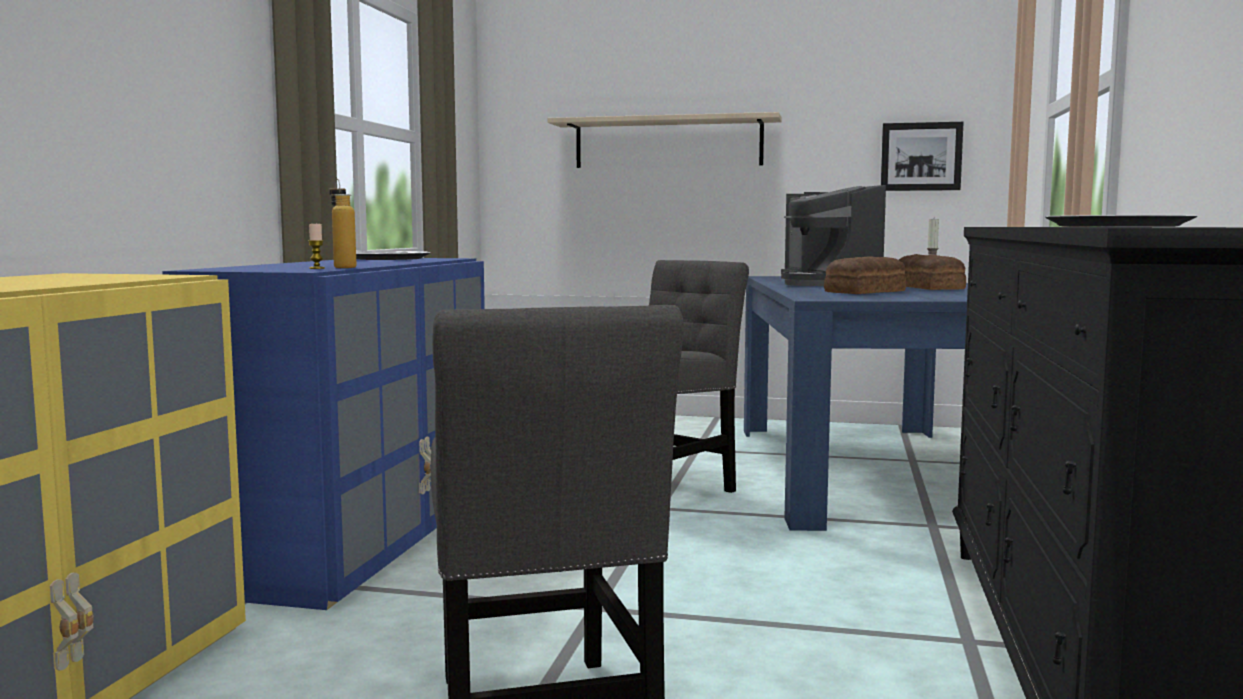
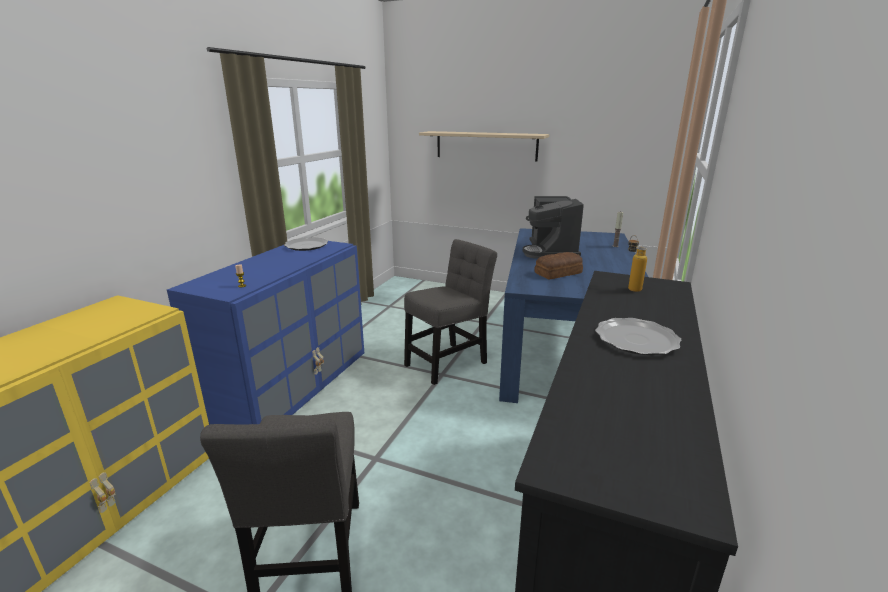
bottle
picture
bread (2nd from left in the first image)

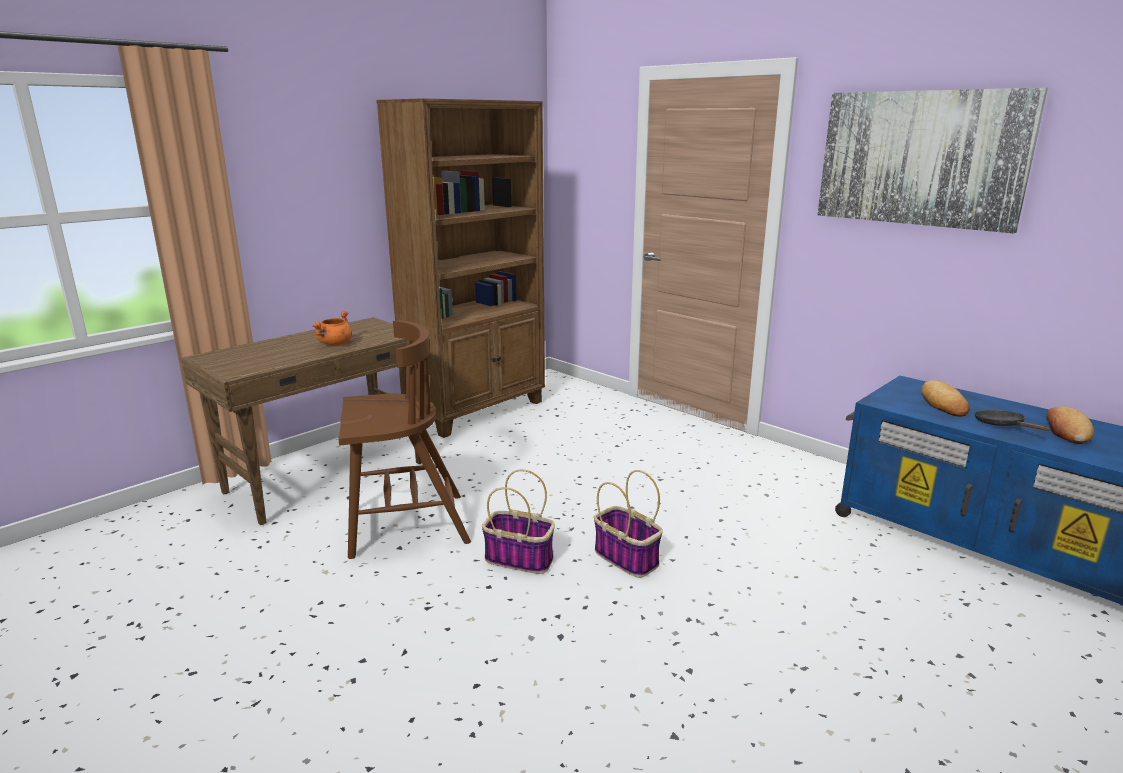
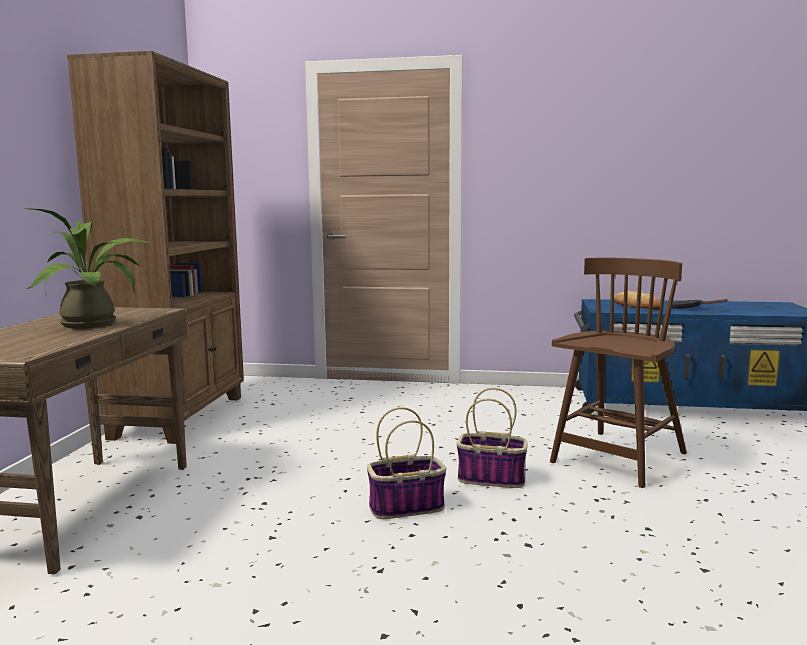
potted_plant
brown_chair
picture
bread (2nd from left in the first image)

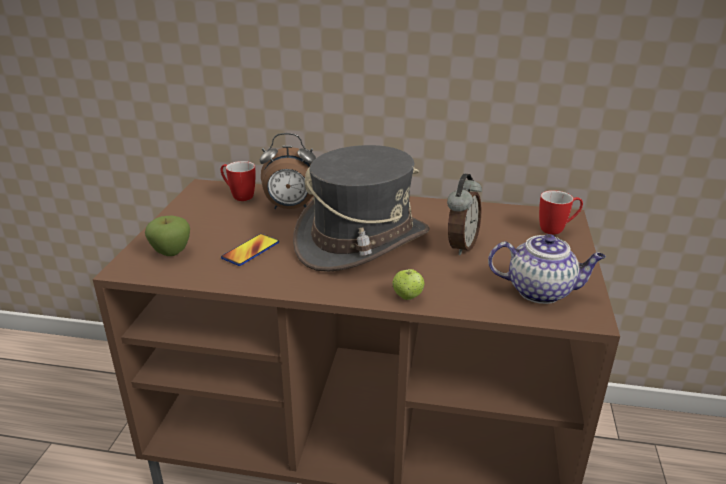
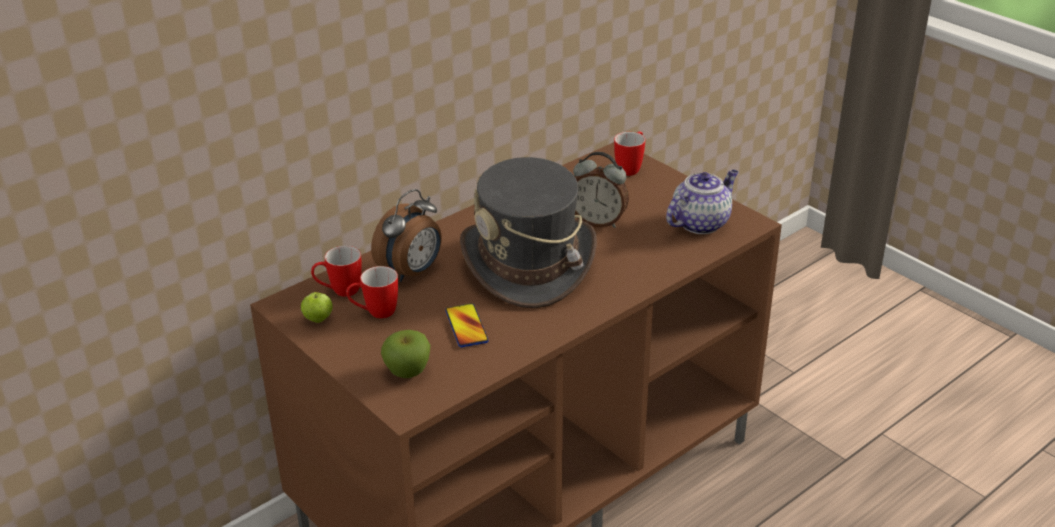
apple (1st from left)
alarm_clock (2nd from left)
mug (2nd from left)

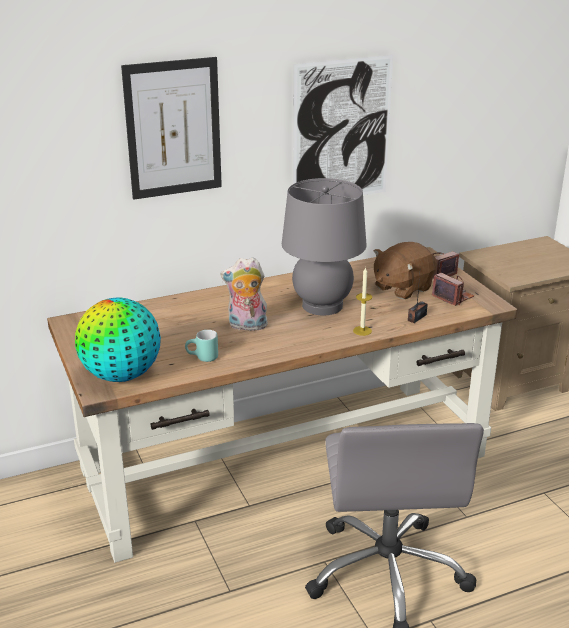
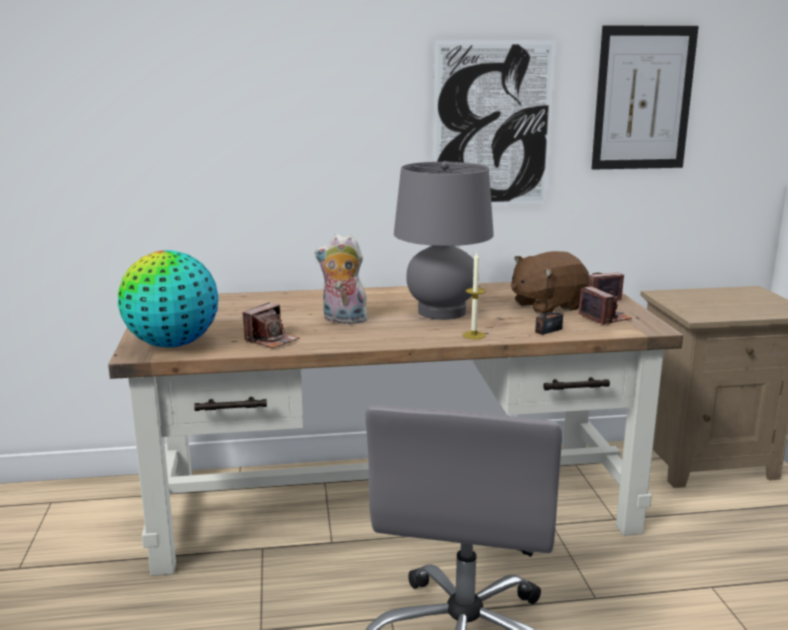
picture (2nd from left)
photo_camera (1st from left)

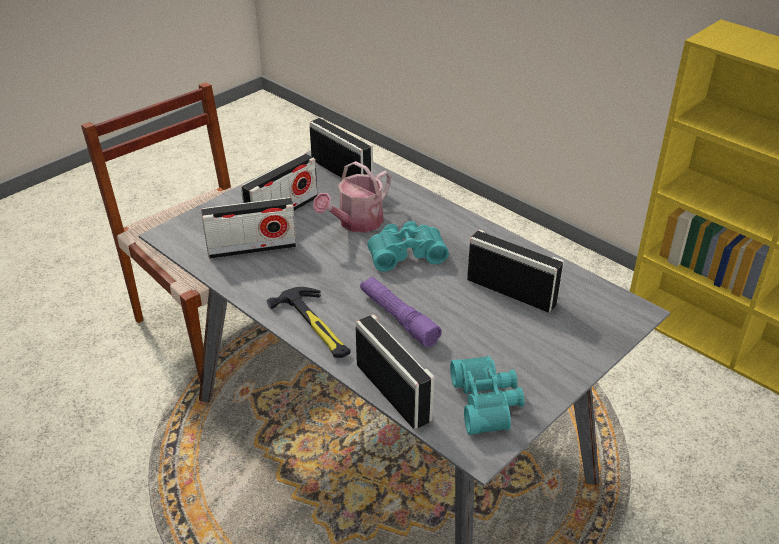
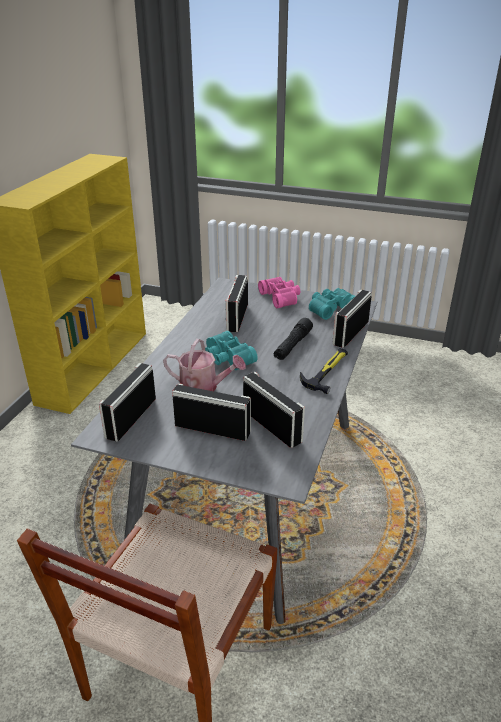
black_flashlight
pink_binoculars

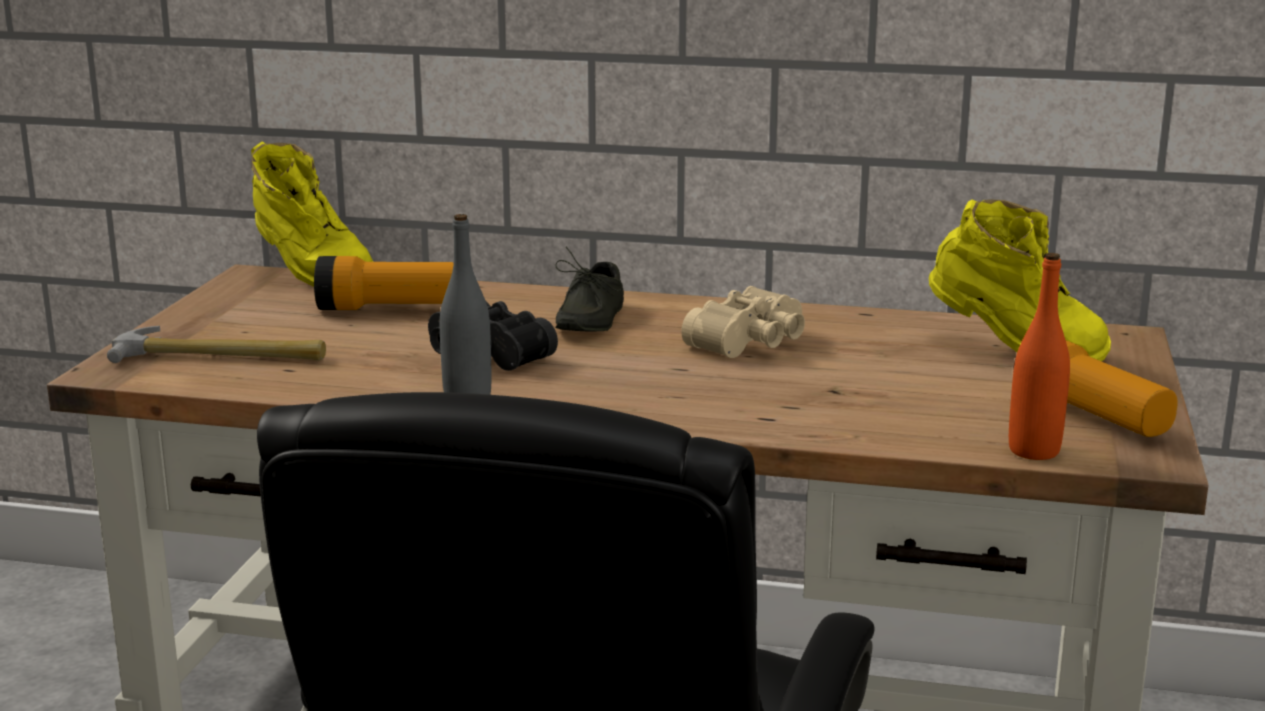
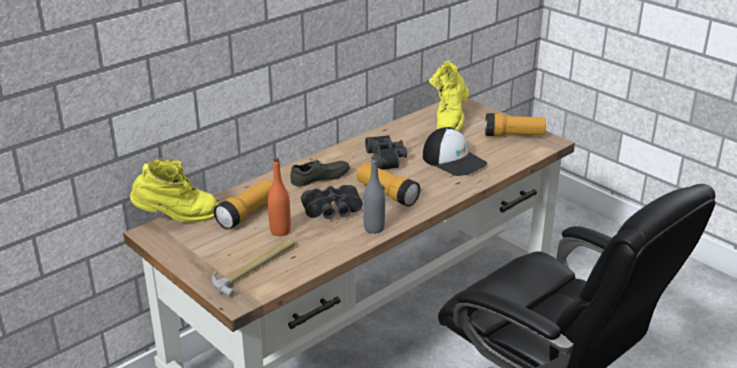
grey_shoe
black_binoculars (2nd from left)
yellow_boot (2nd from left)
orange_bottle
flashlight (2nd from left)
cap

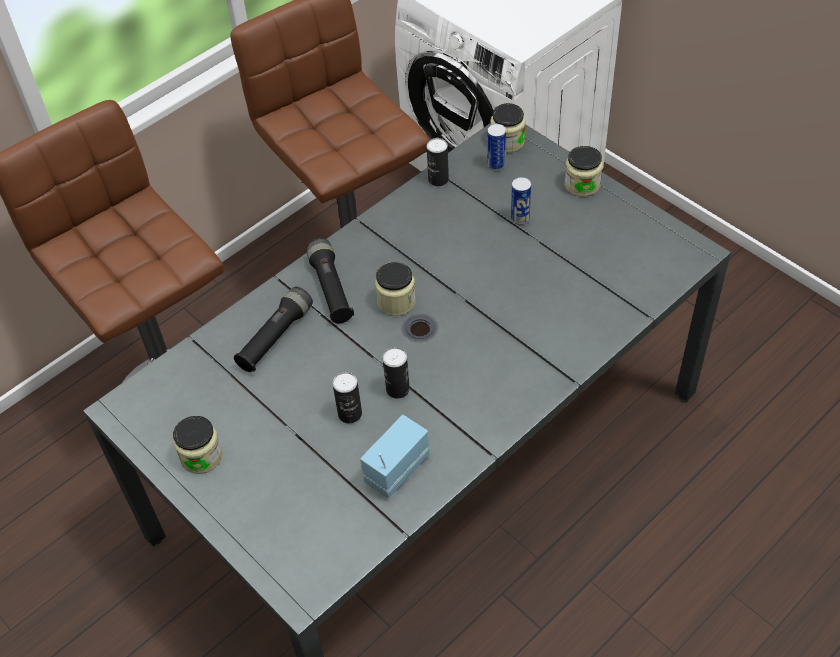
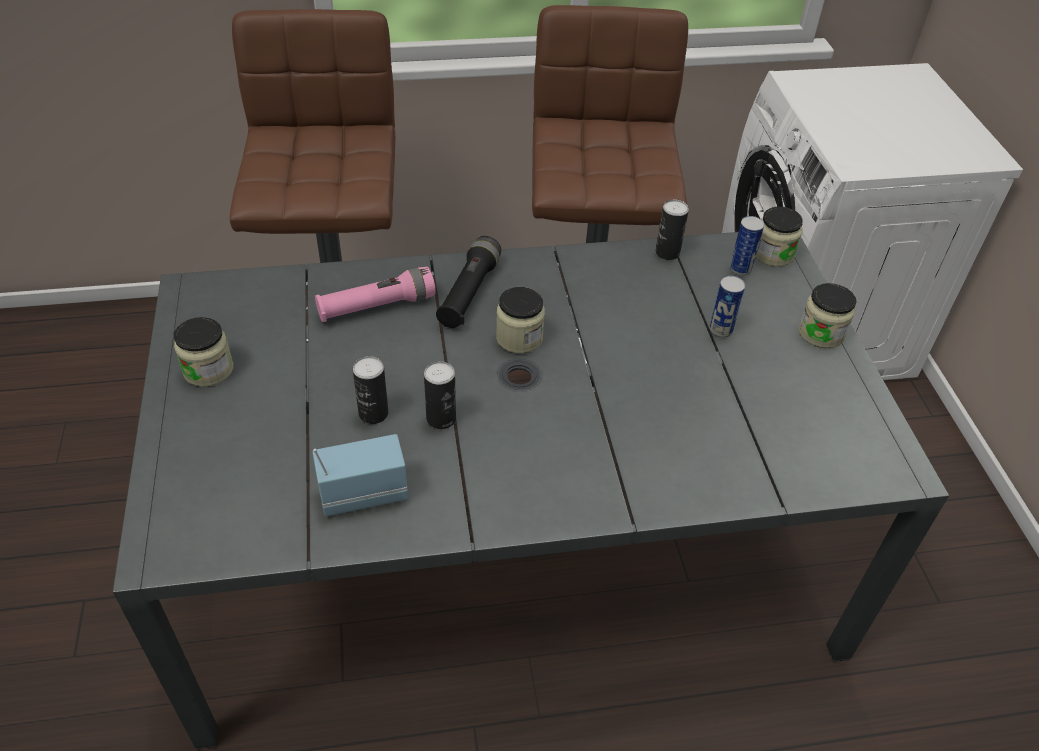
pink_flashlight

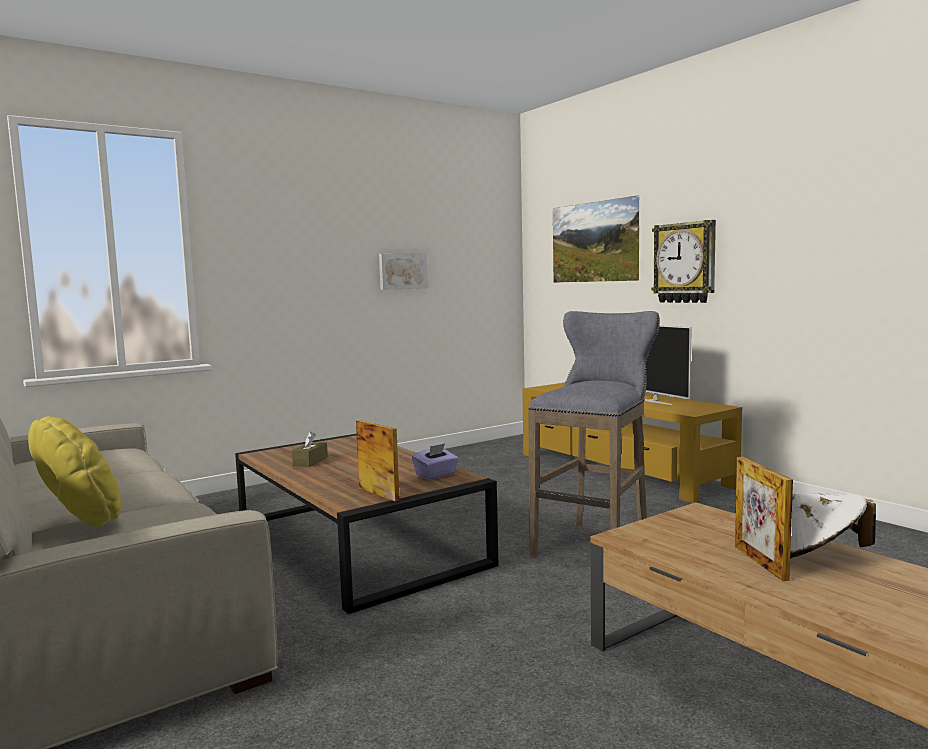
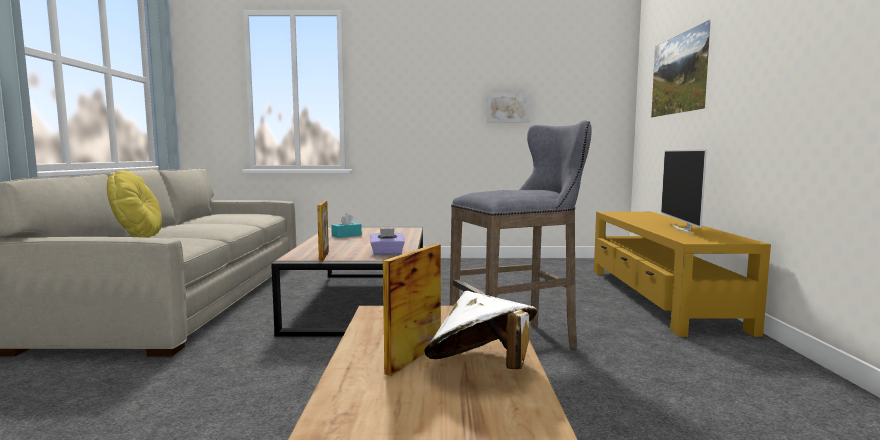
turquoise_tissue_box
wall_clock

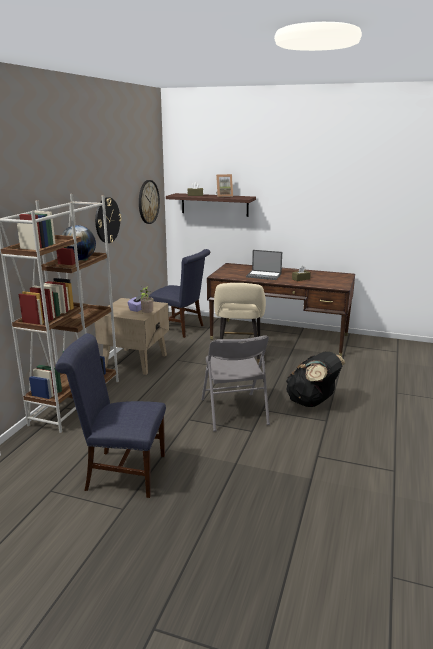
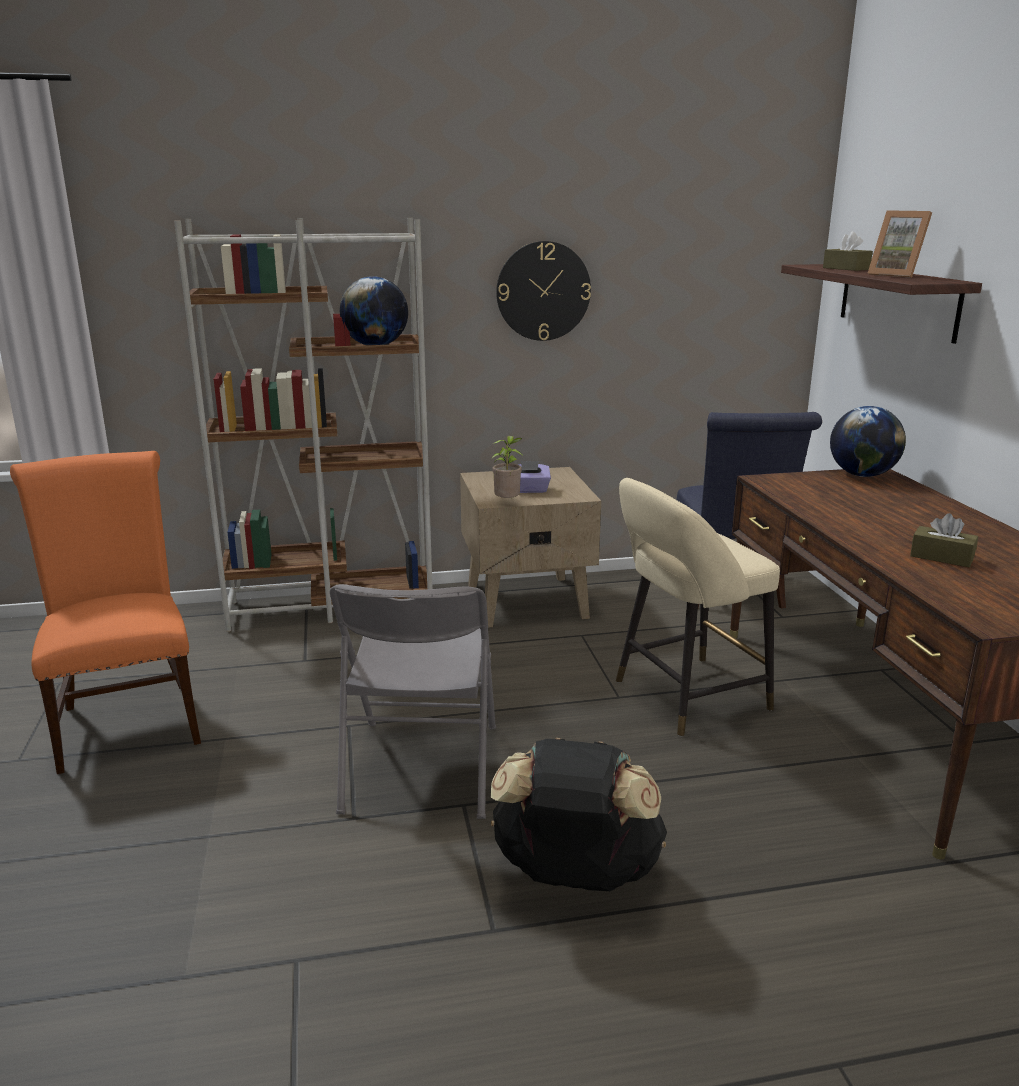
orange_chair
wall_clock (2nd from left in the first image)
grey_chair
laptop
globe (2nd from left)

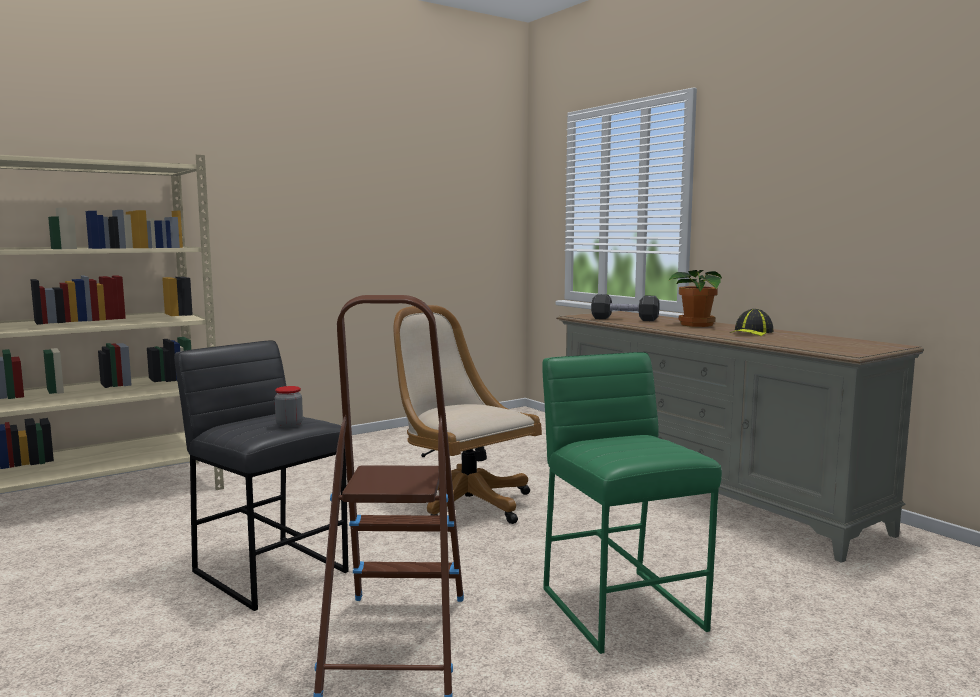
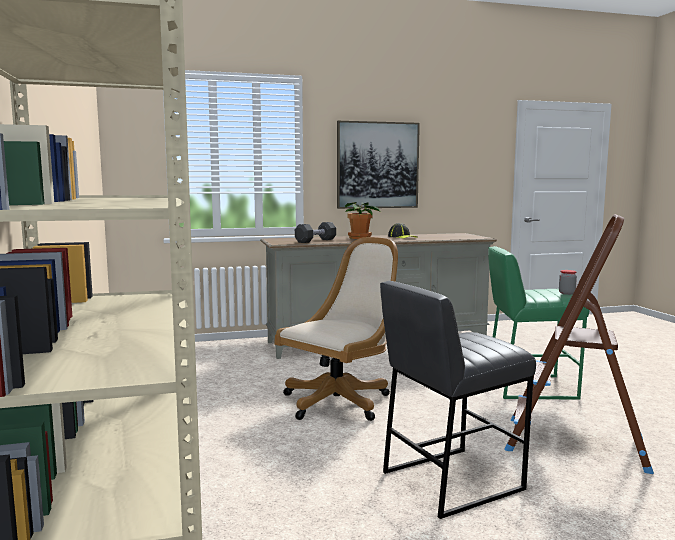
jar
office_chair
picture

